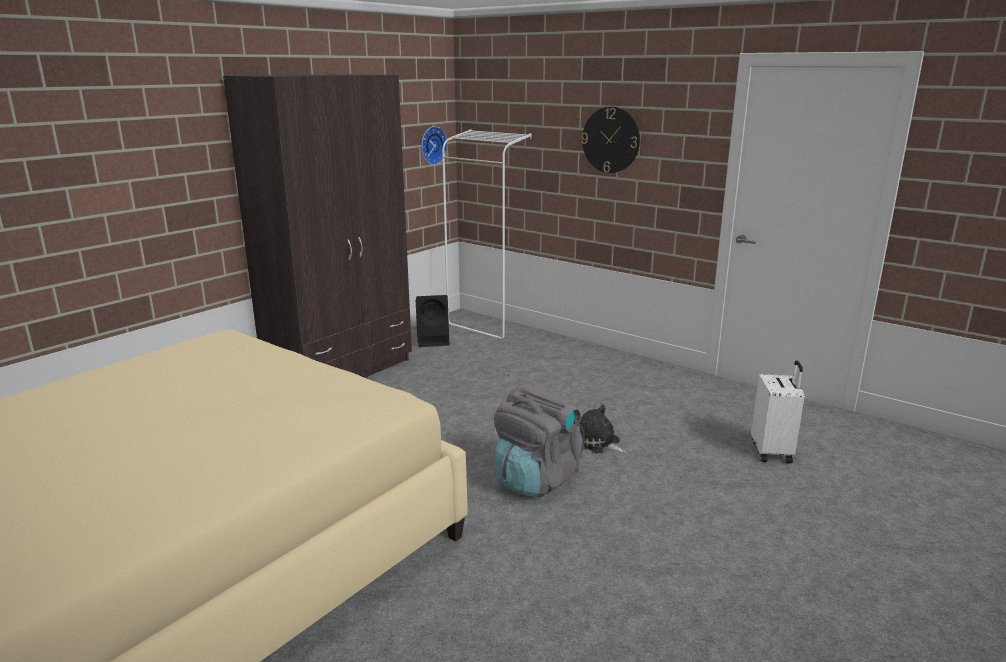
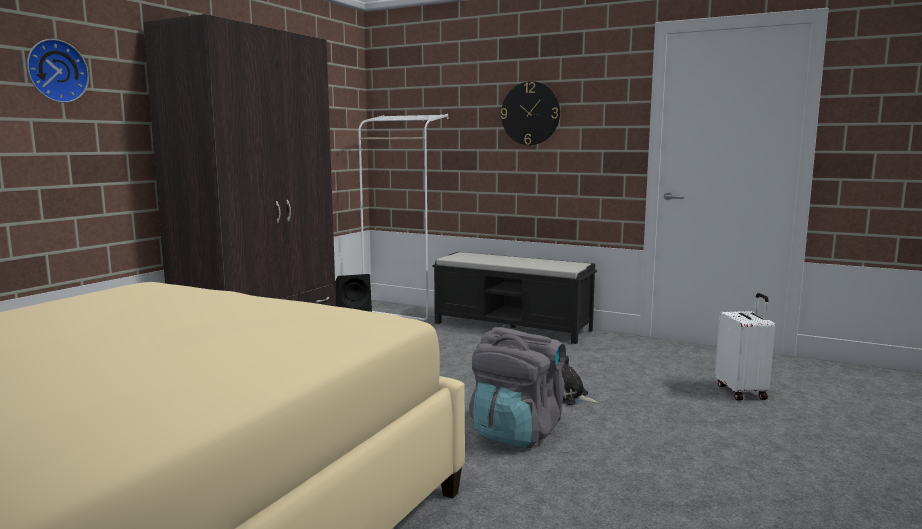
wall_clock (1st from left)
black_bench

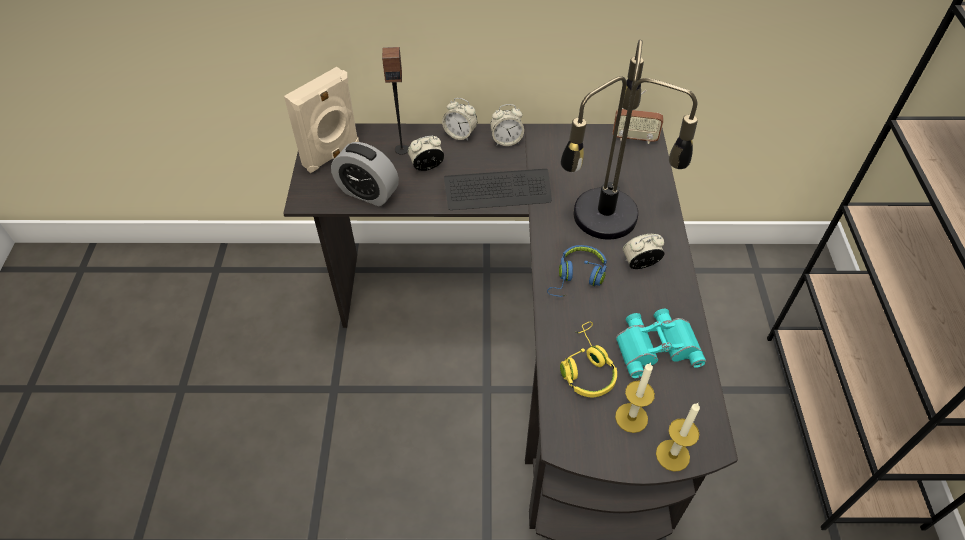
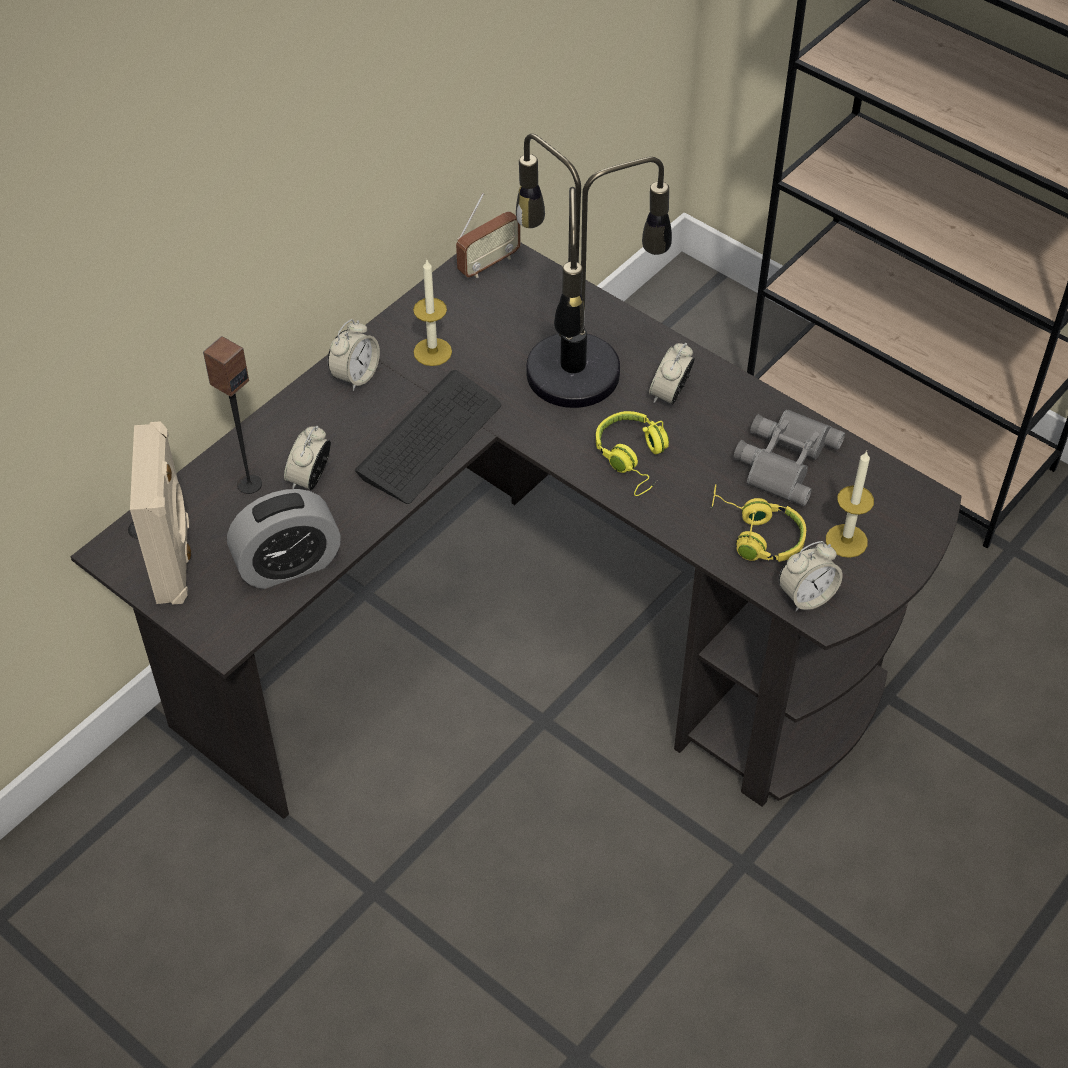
alarm_clock (5th from left)
yellow_headphones (1st from left)
grey_binoculars
candle (1st from left)

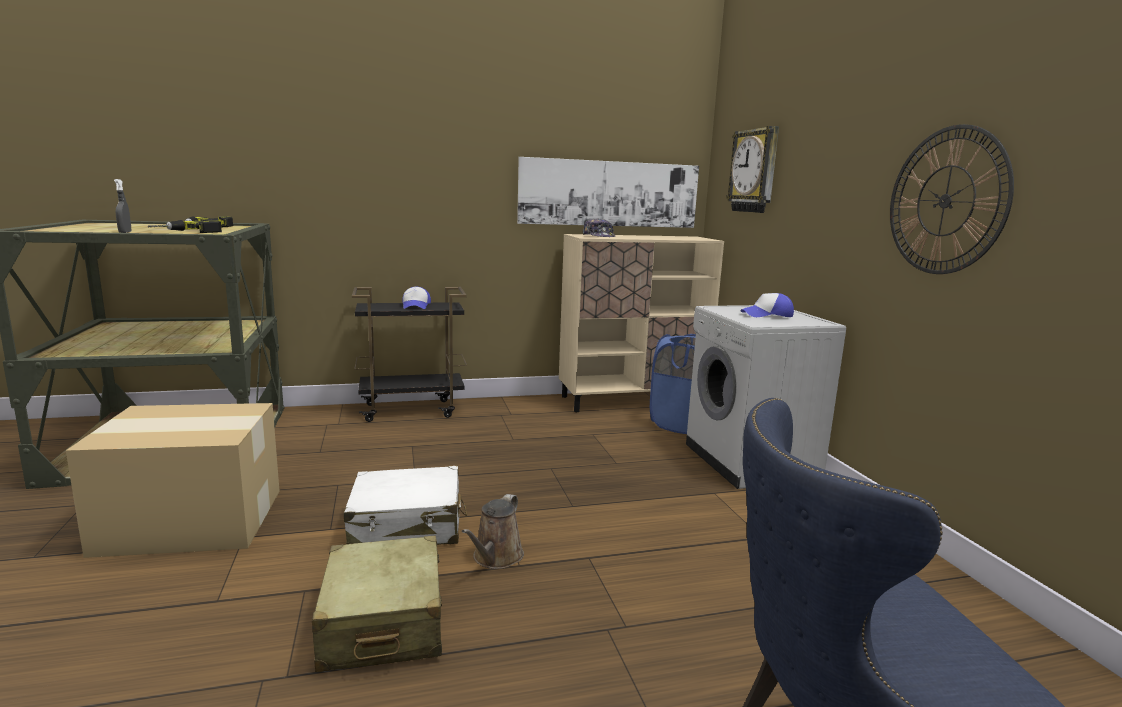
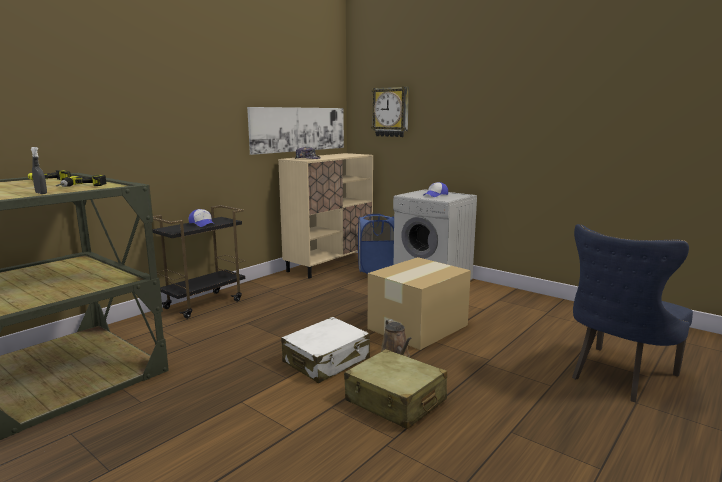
cardboard_box
wall_clock (2nd from left in the first image)

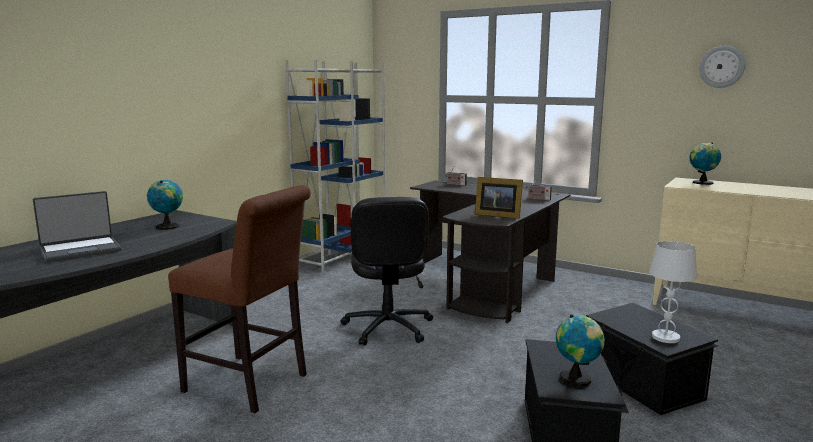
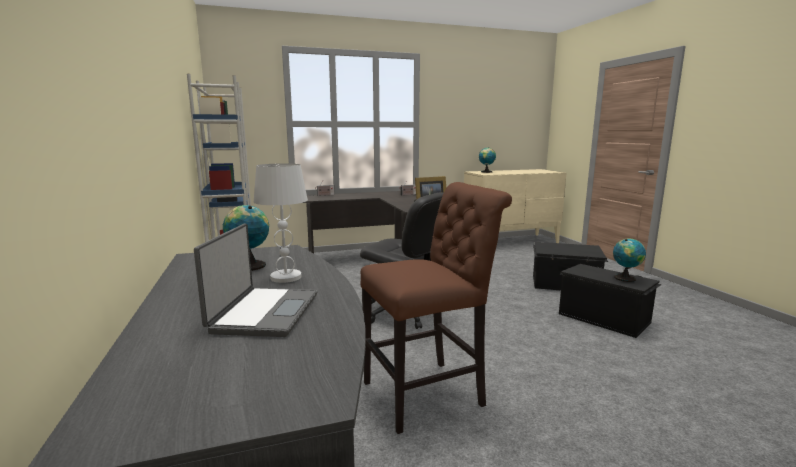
white_table_lamp
wall_clock

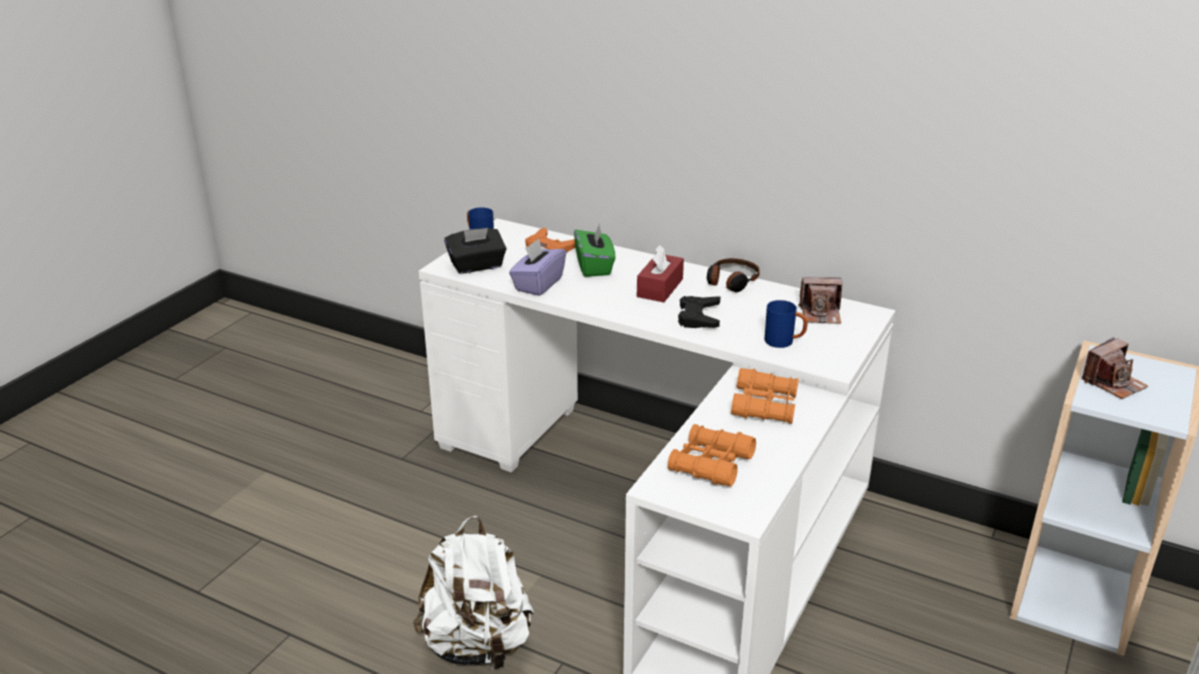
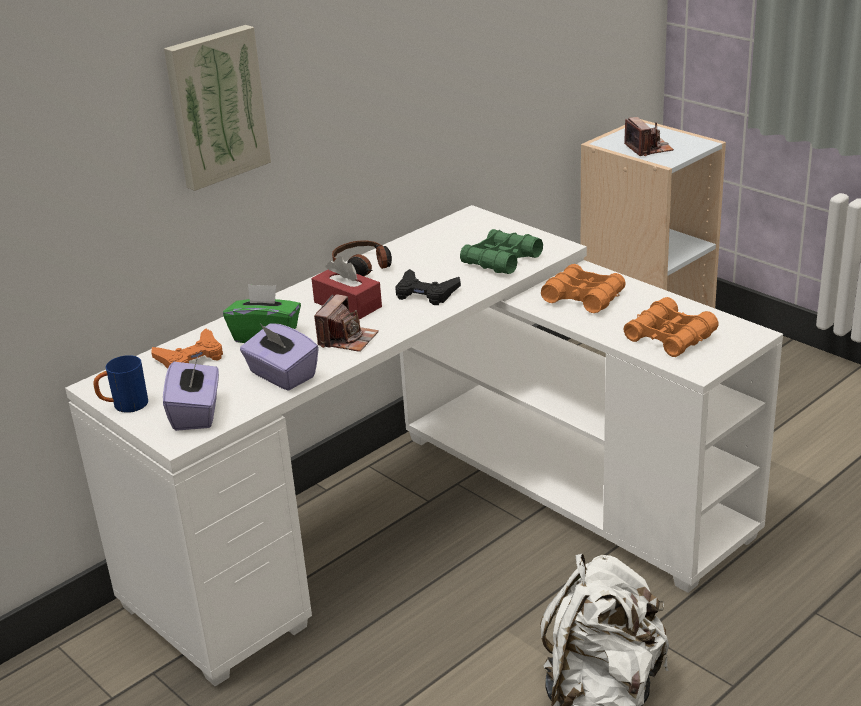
purple_tissue_box (1st from left)
green_binoculars
photo_camera (1st from left)
picture

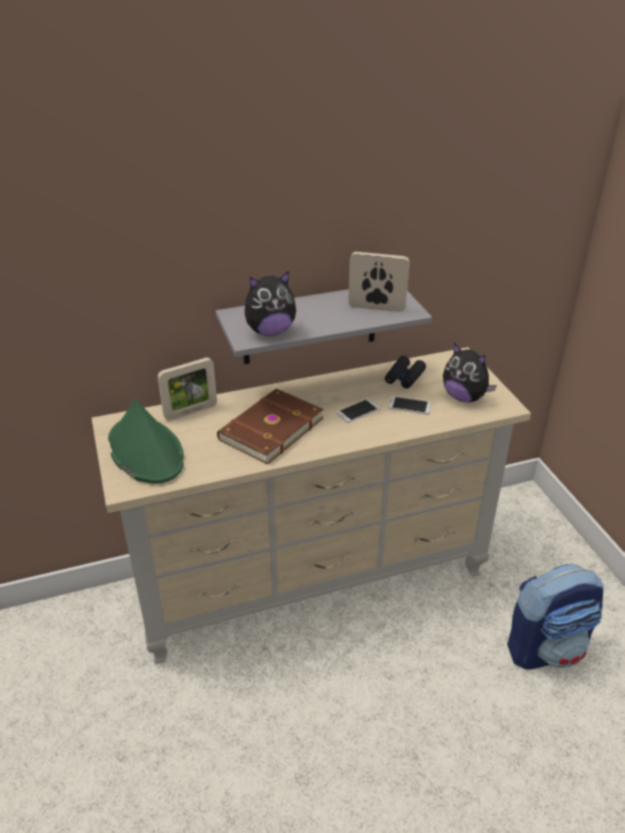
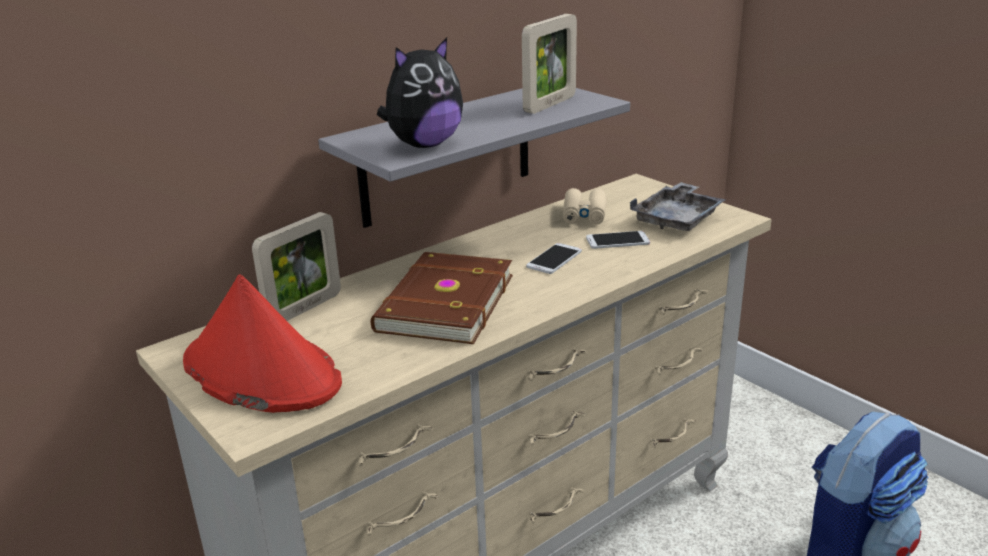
red_hat
picture_frame (2nd from left)
beige_binoculars
grey_tray

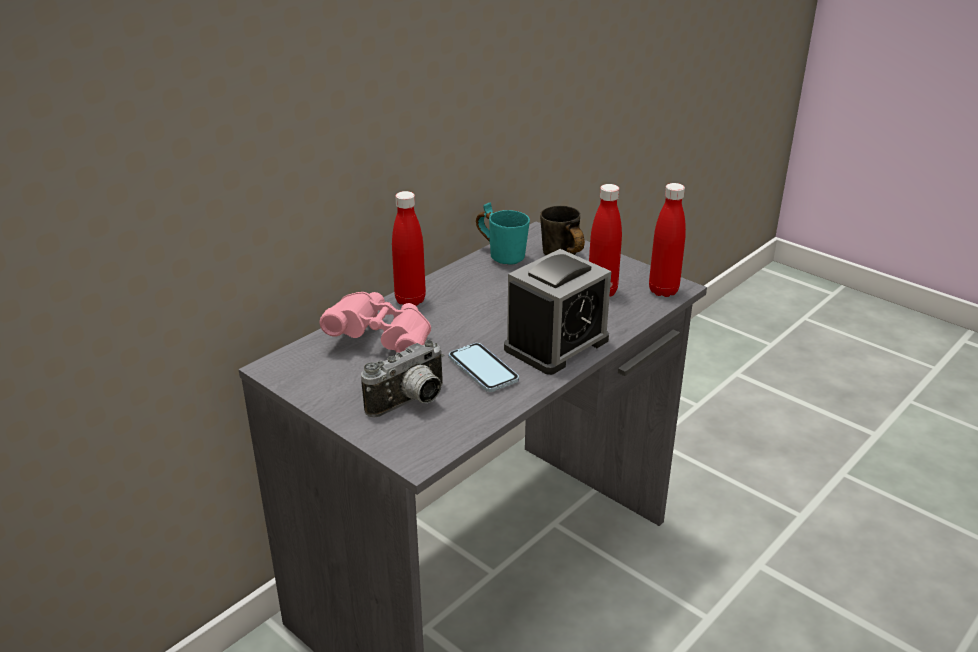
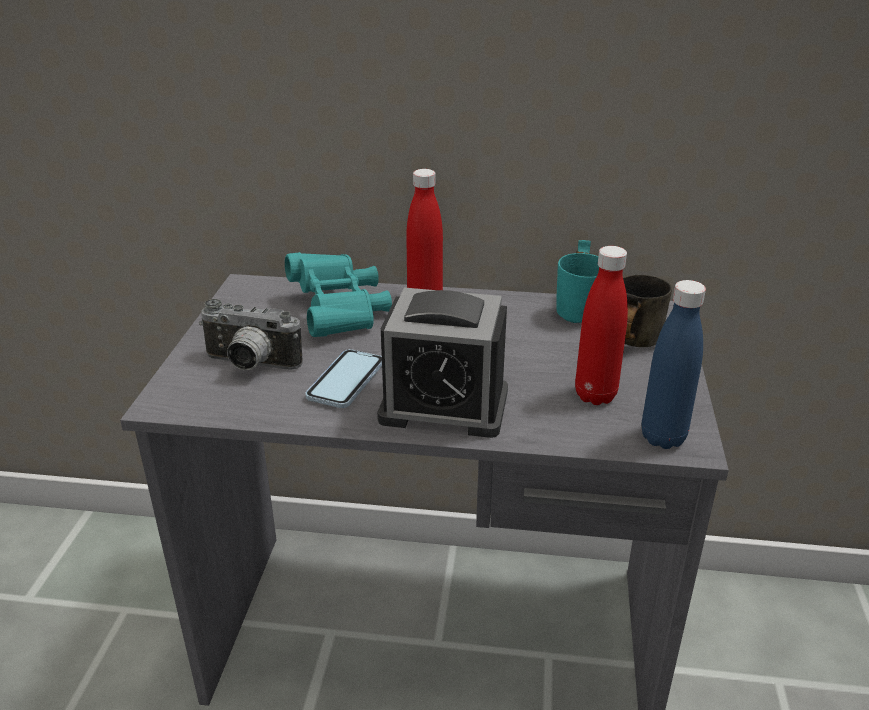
turquoise_binoculars
blue_bottle

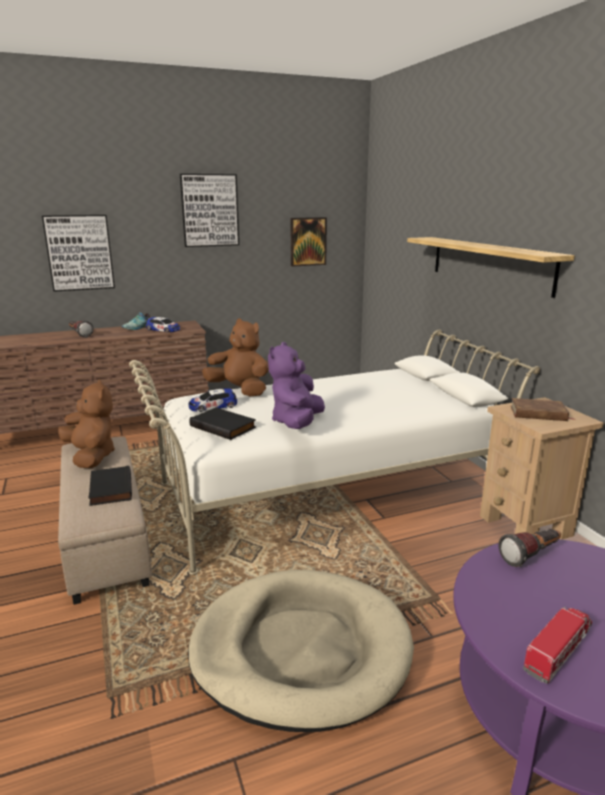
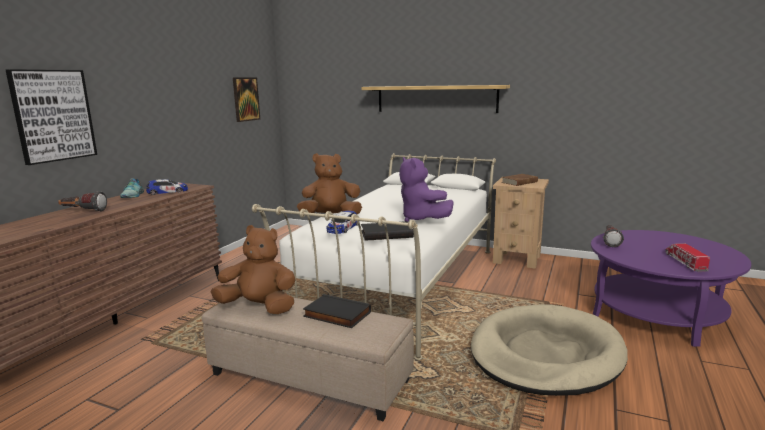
picture (2nd from left in the first image)

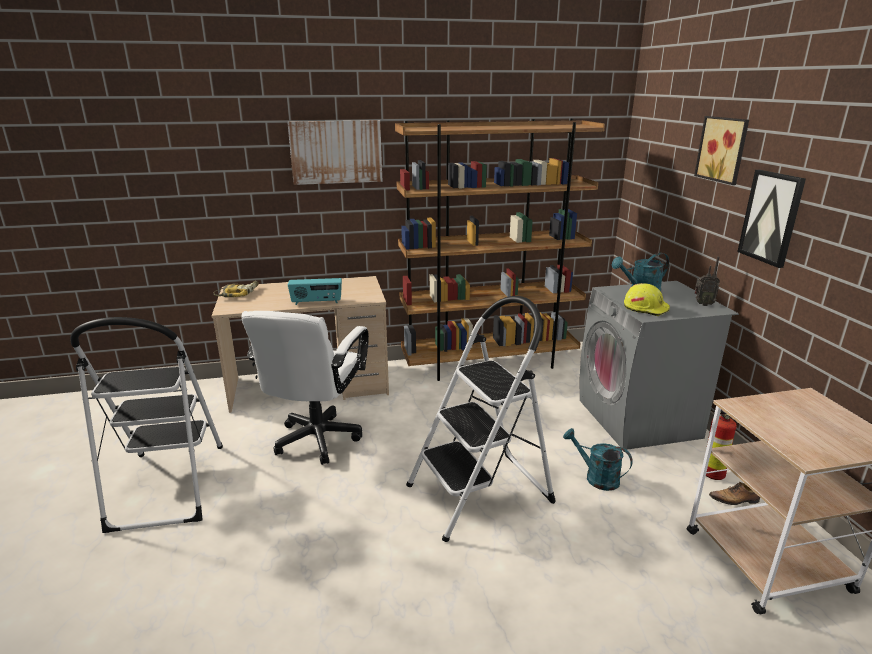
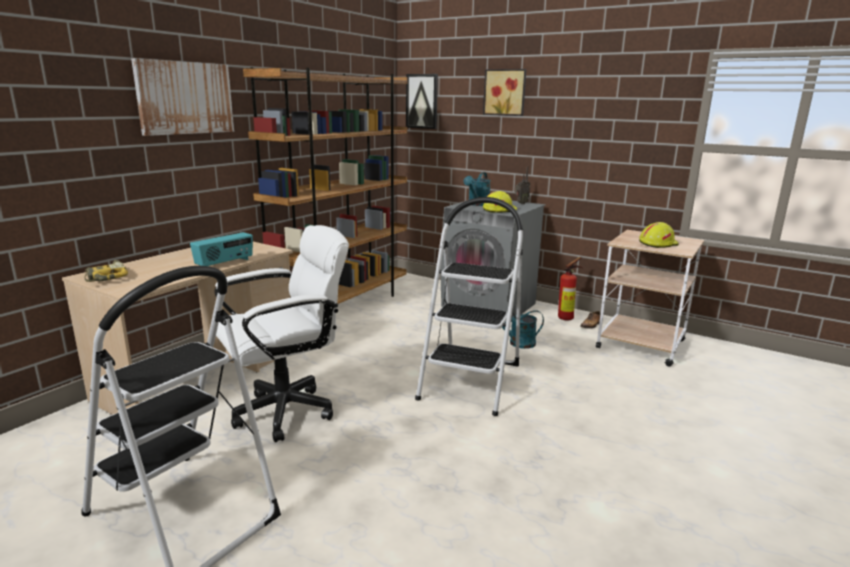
white_office_chair
picture (2nd from left)
yellow_hard_hat (2nd from left)

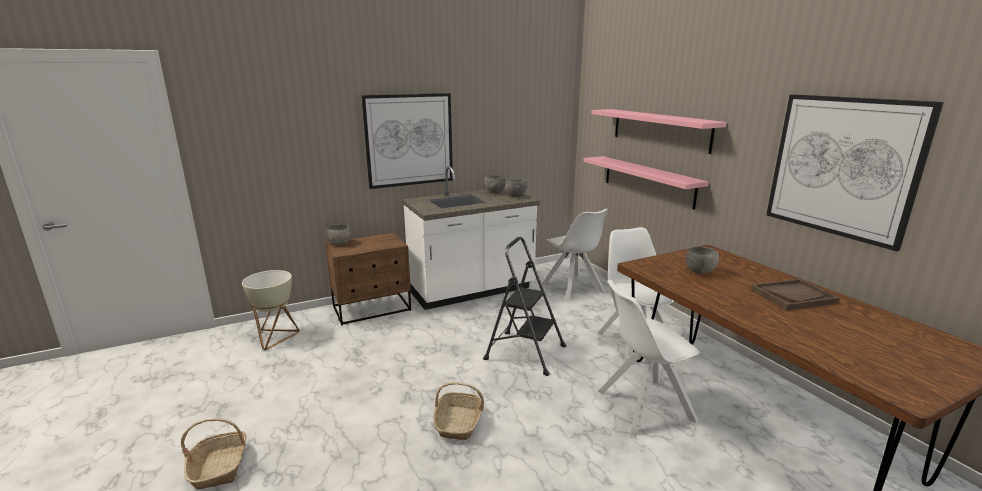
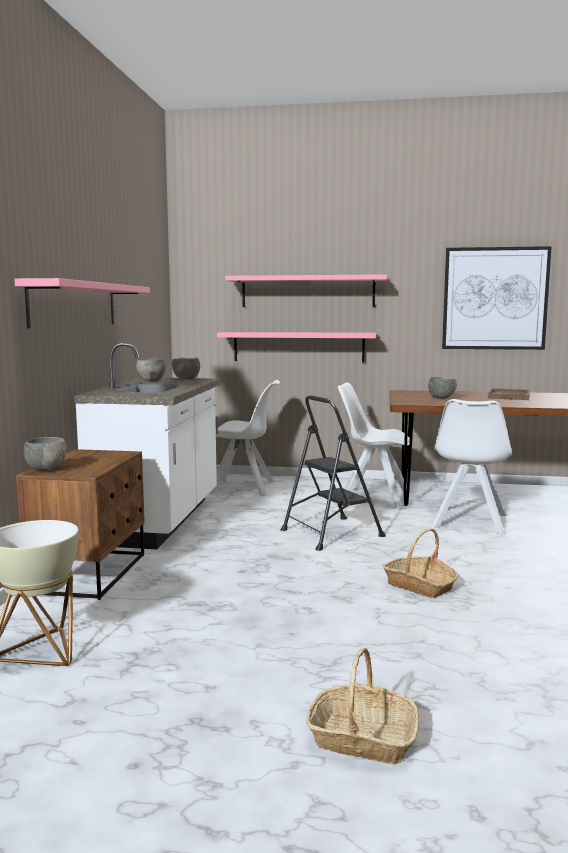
pink_shelf (1st from left)

